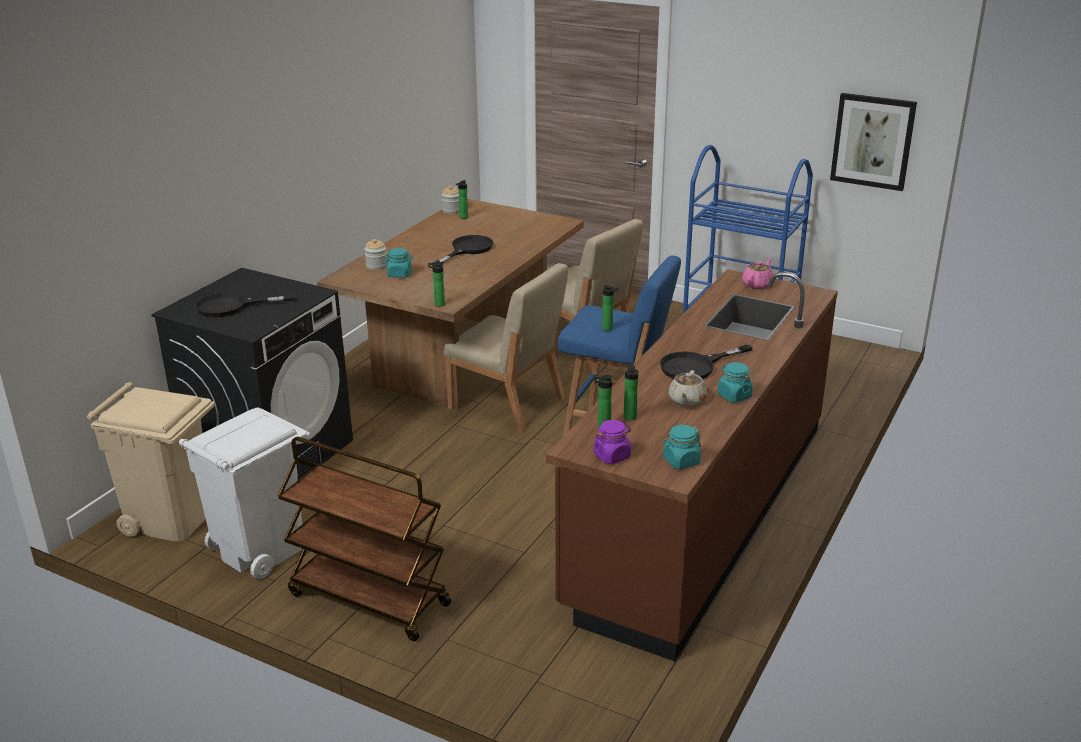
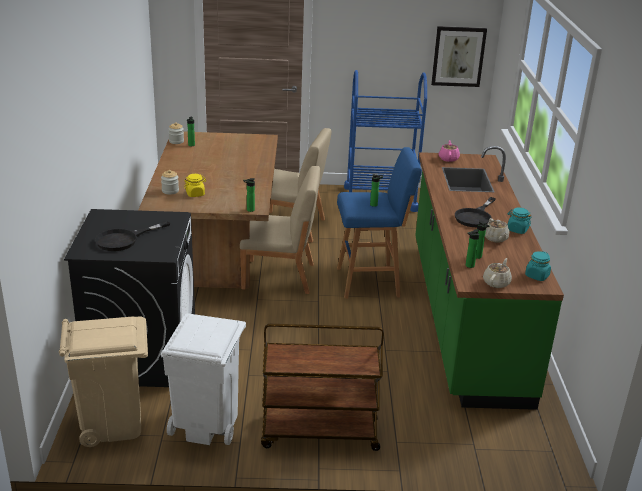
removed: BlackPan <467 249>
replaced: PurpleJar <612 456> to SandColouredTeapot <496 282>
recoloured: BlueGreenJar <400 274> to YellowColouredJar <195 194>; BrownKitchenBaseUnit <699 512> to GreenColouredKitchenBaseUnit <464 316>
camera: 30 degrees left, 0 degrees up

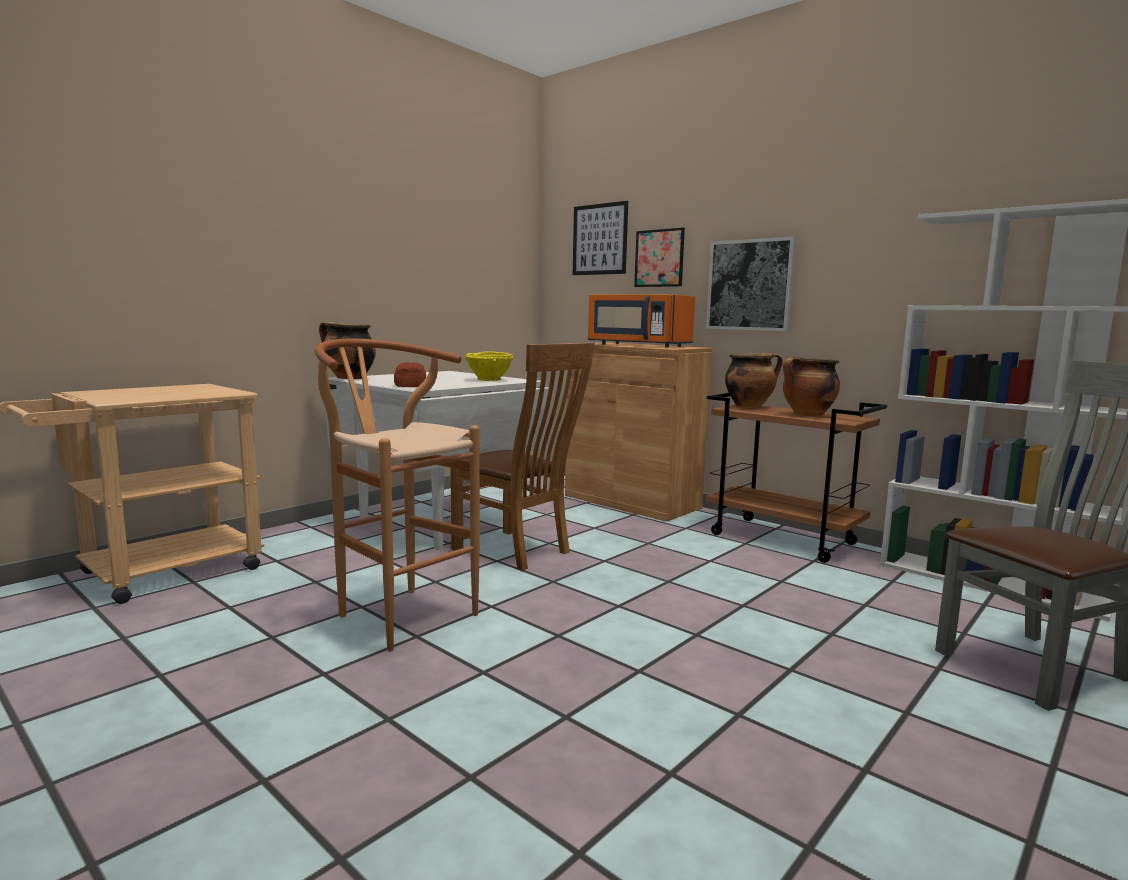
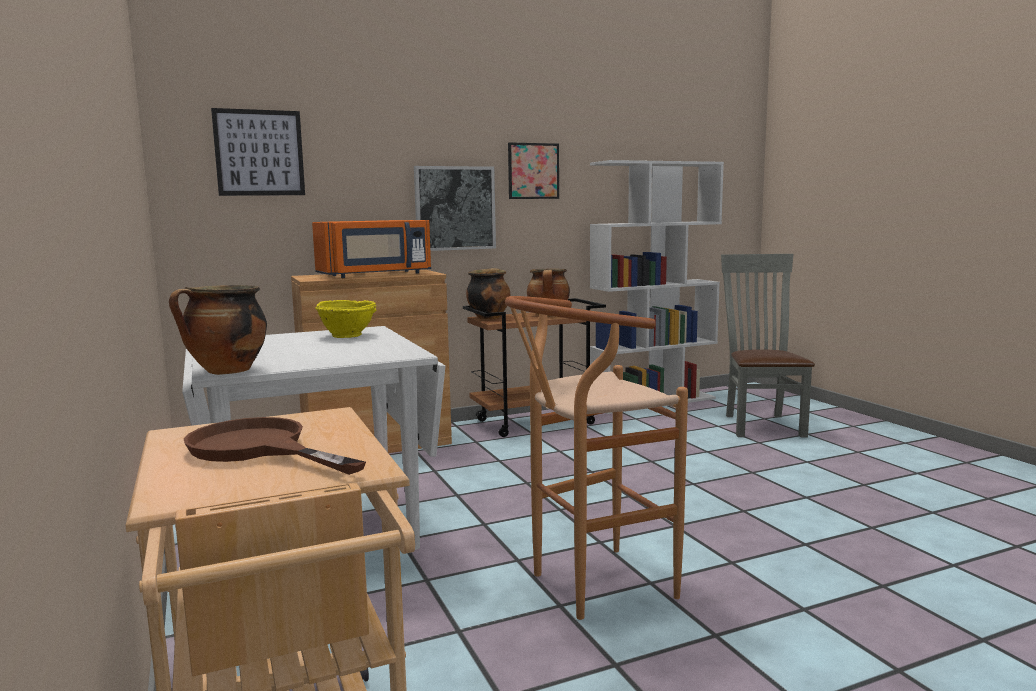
removed: Bread <410 384>; BrownChair <517 551>
added: BrownPan <259 448>
moved: Picture <659 258> to <533 171>
camera: 65 degrees left, 0 degrees up

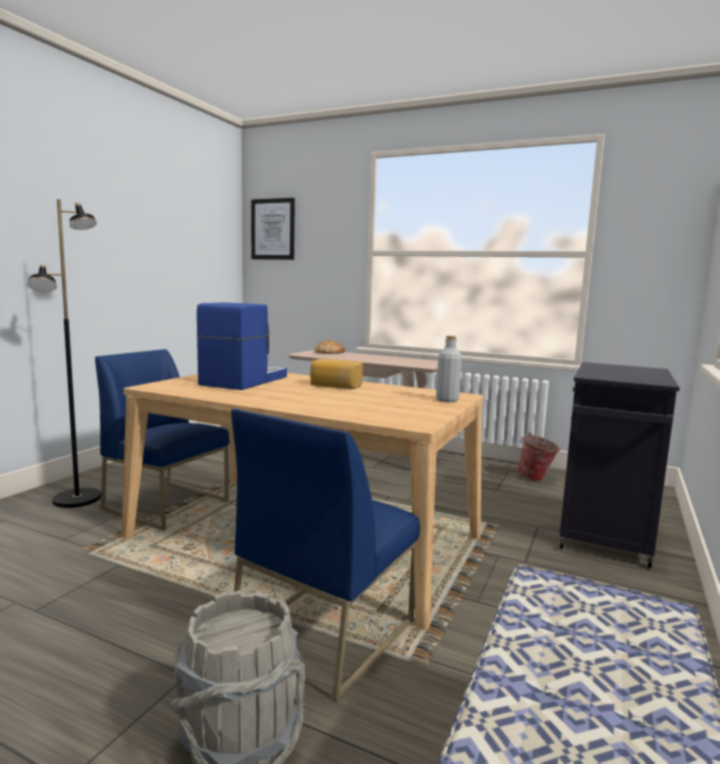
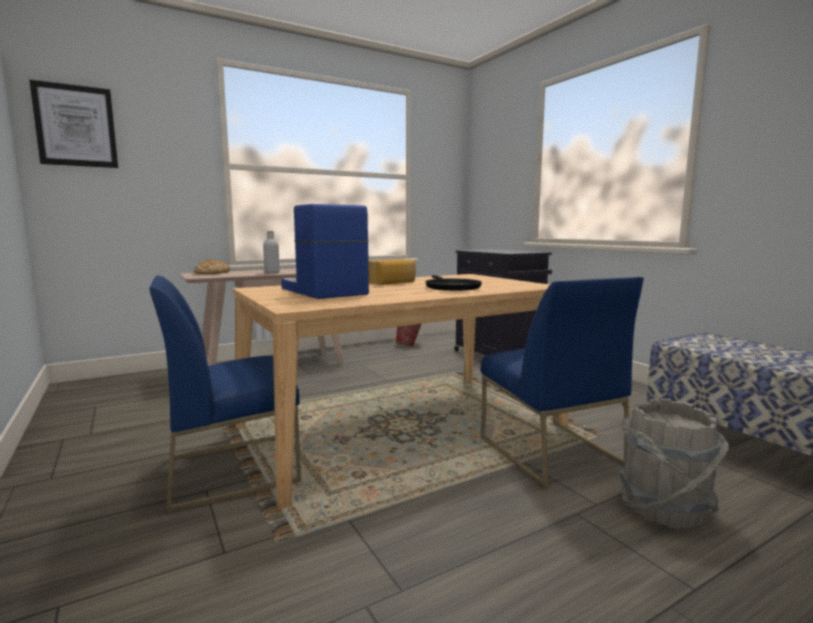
removed: BlackStandardLamp <78 499>
added: BlackPan <451 287>
moved: GreyBottle <447 400> to <272 273>
camera: 55 degrees left, 0 degrees up

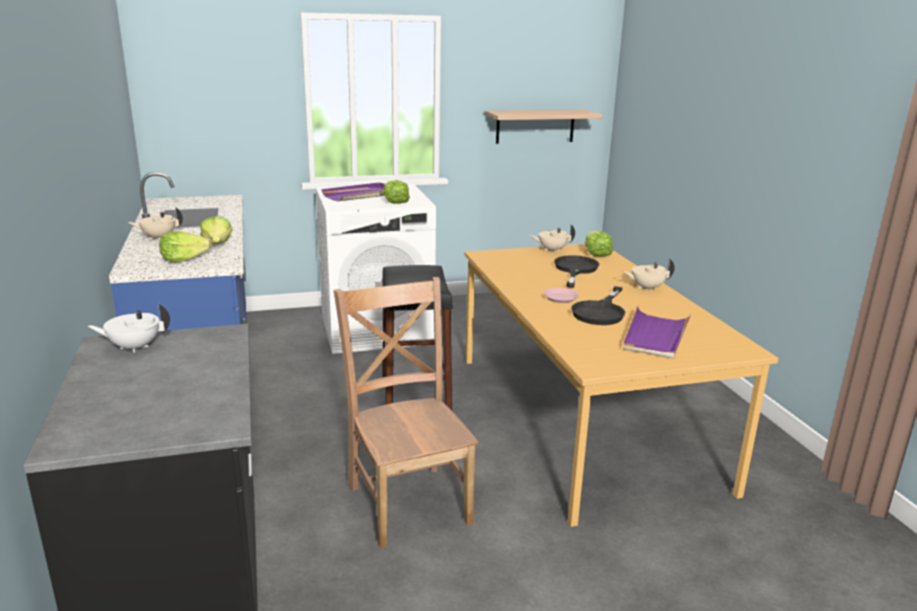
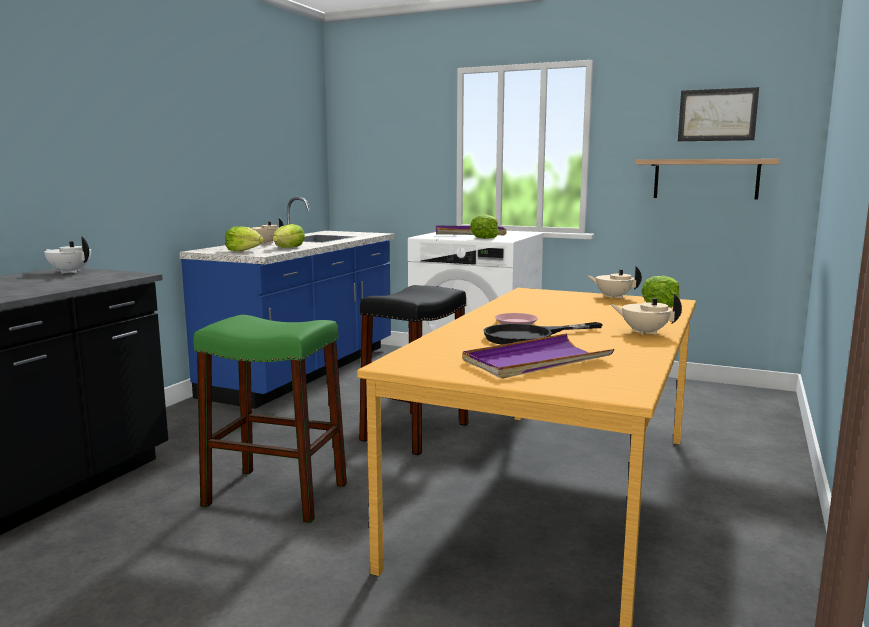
removed: BlackPan <575 270>
added: Picture <717 115>
replaced: BrownChair <408 500> to GreenColouredStoolSeat <276 495>
camera: 40 degrees right, 10 degrees down

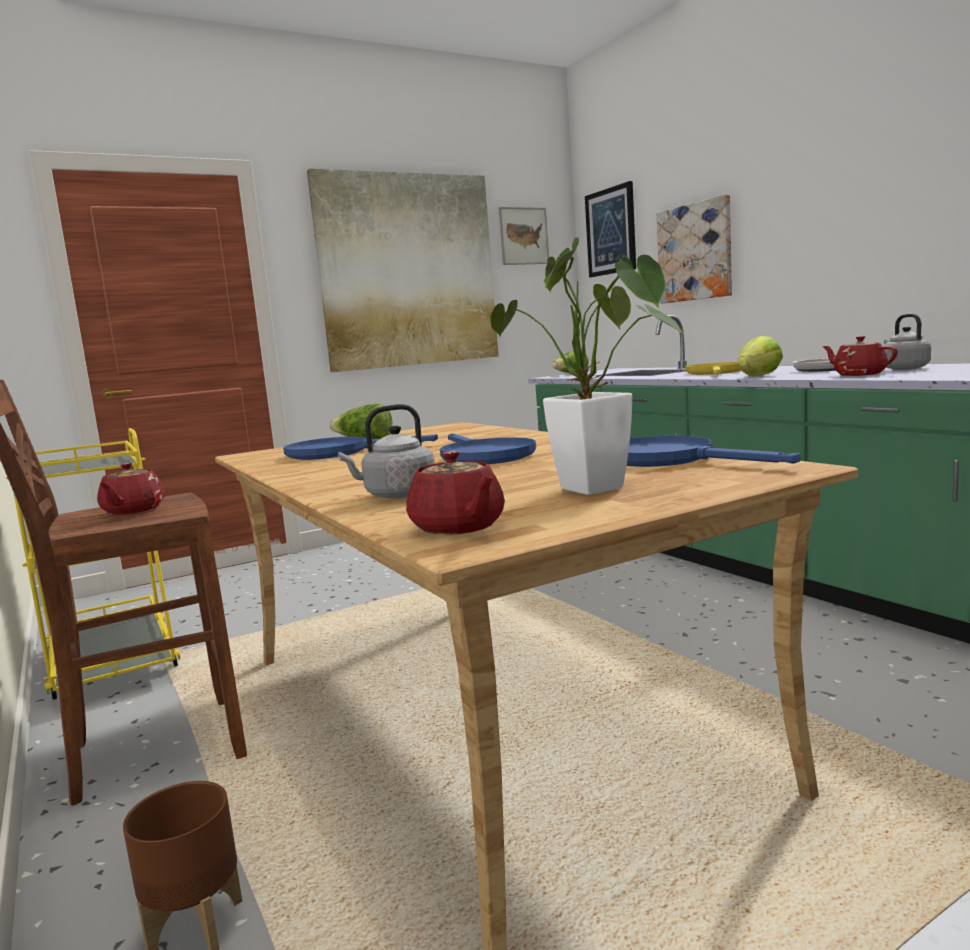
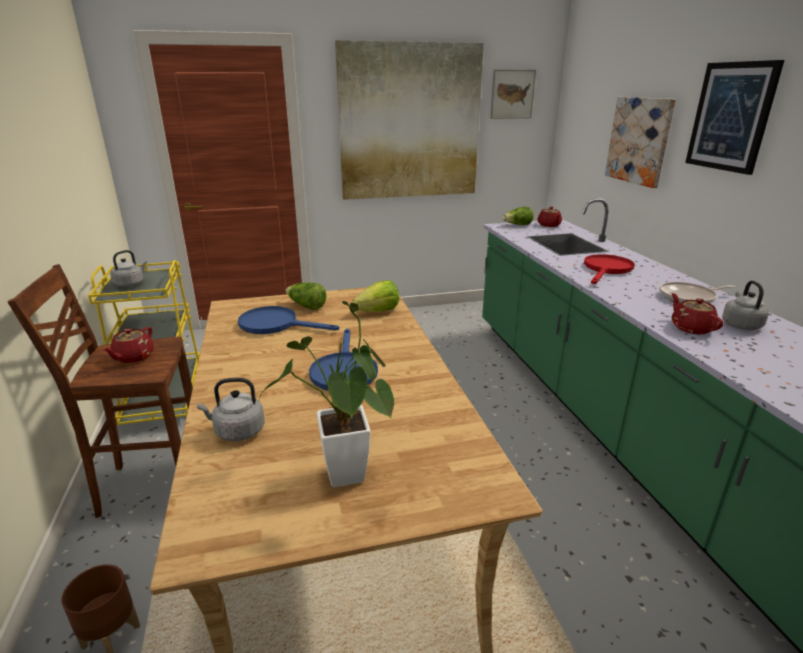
removed: BluishPan <671 459>
added: GreyTeaKettle <130 284>
moved: ReddishTeapot <458 527> to <549 225>; Picture <611 231> to <731 117>; Lettuce <758 376> to <378 311>
recoloured: YellowColouredPan <716 373> to ReddishPan <606 270>
camera: 15 degrees right, 15 degrees up

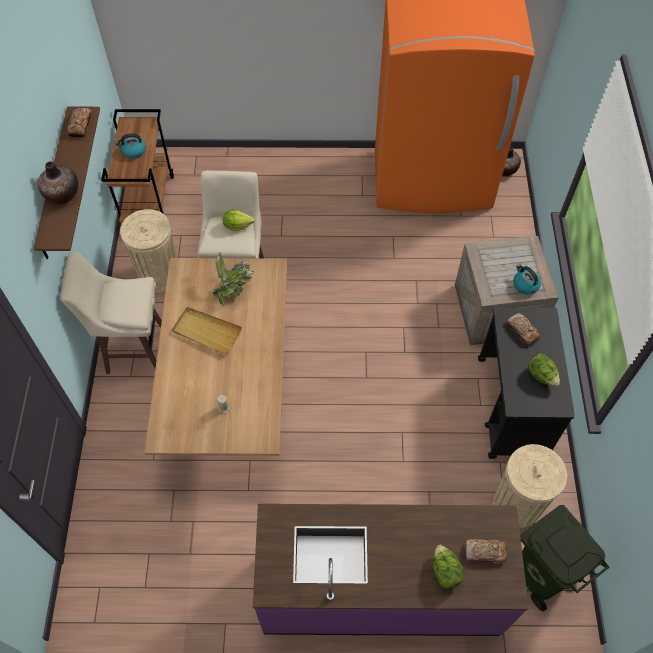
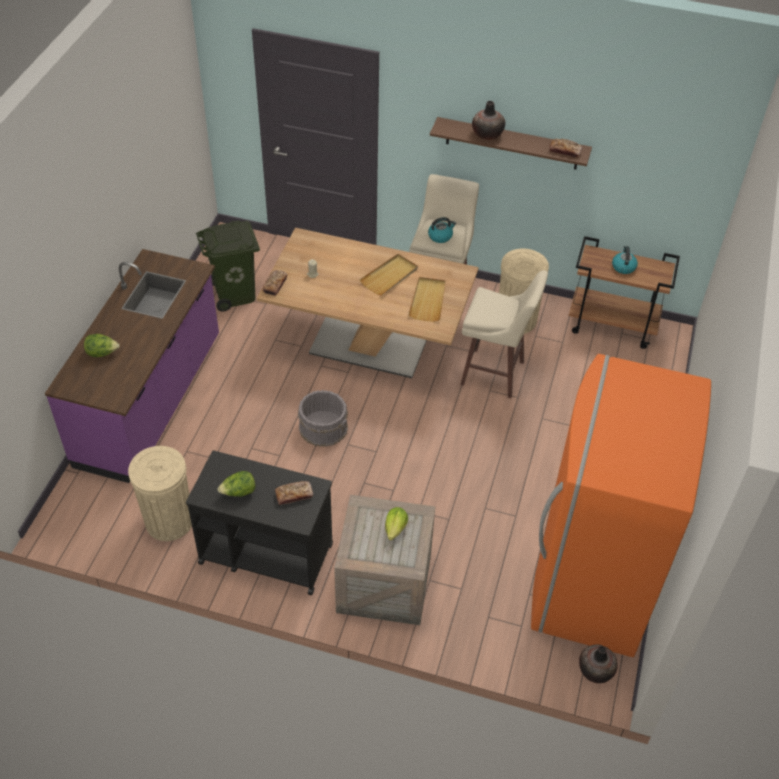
added: GreyBucket <323 427>
moved: Lettuce <237 225> to <395 528>; Bread <485 552> to <275 285>; TeaKettle <525 285> to <440 236>; GreenColouredTrashCan <542 572> to <235 294>
replaced: PottedPlant <234 289> to SandColouredCarryingTray <428 301>
camera: 105 degrees right, 10 degrees down

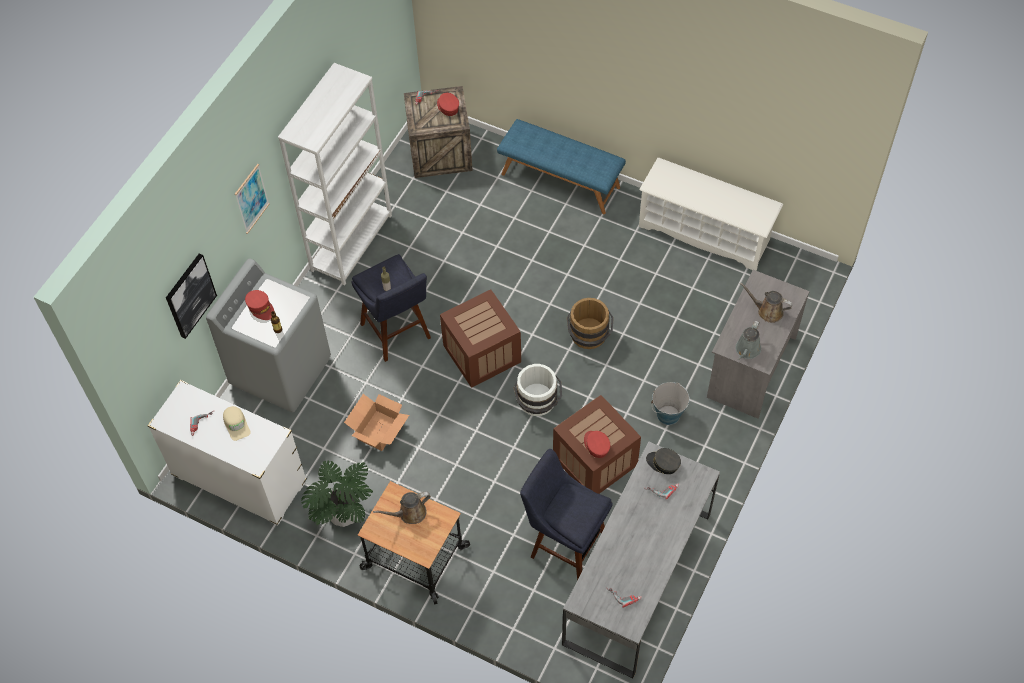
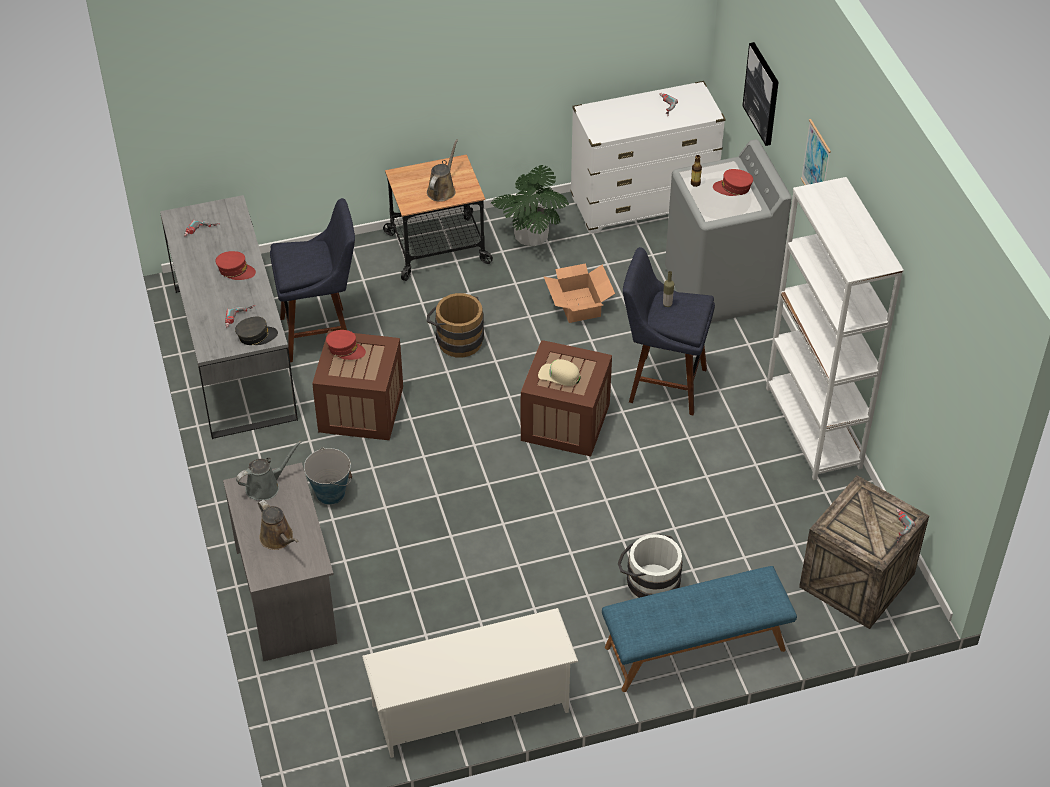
moved: SandColouredCap <236 424> to <559 375>; ReddishCap <448 107> to <235 270>; WhitishBucket <537 403> to <648 583>; BrownBucket <589 337> to <456 339>
turned: GreyWateringPot <747 350> = <266 486> 75 degrees clockwise; BrownWateringPot <767 311> = <278 539> 75 degrees clockwise
camera: 135 degrees right, 10 degrees down

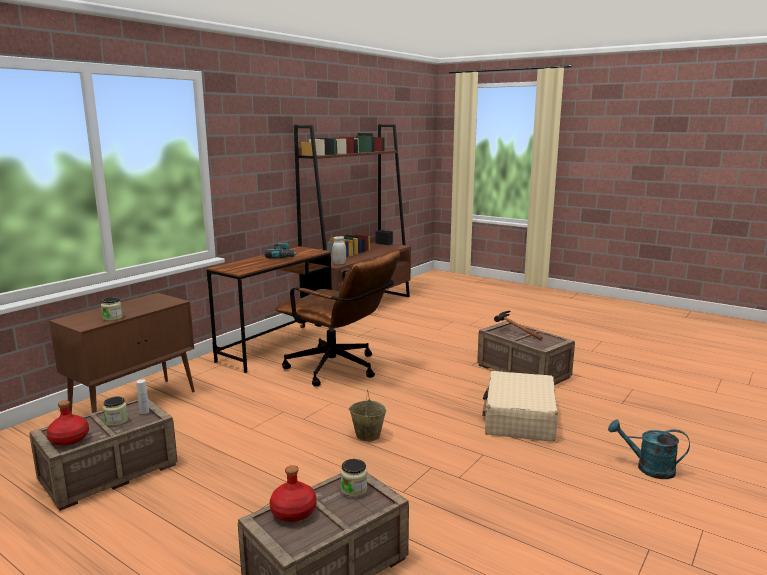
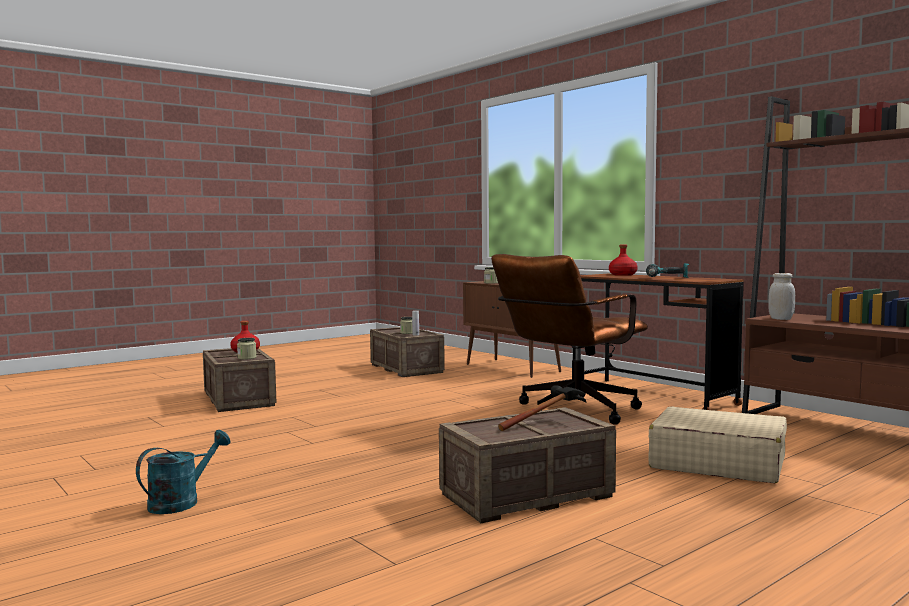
removed: SandColouredBucket <367 435>
moved: ReddishBottle <68 439> to <622 275>; SandColouredTravelCase <519 418> to <717 463>
camera: 105 degrees right, 10 degrees down

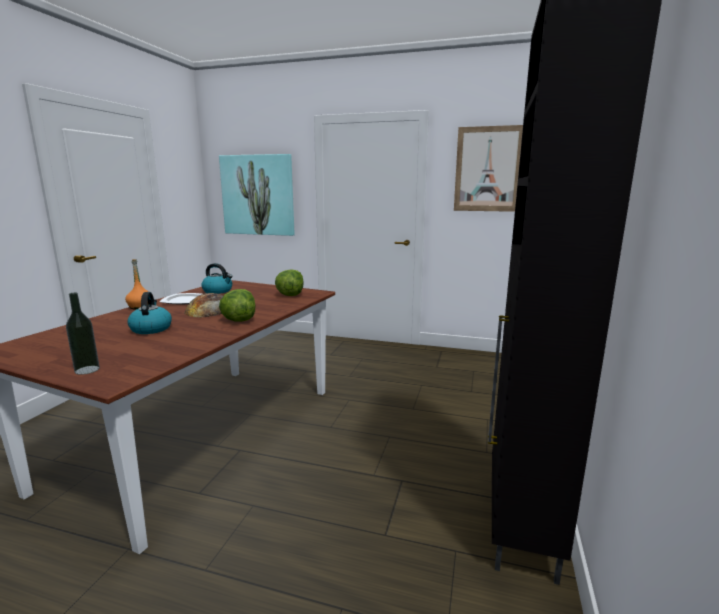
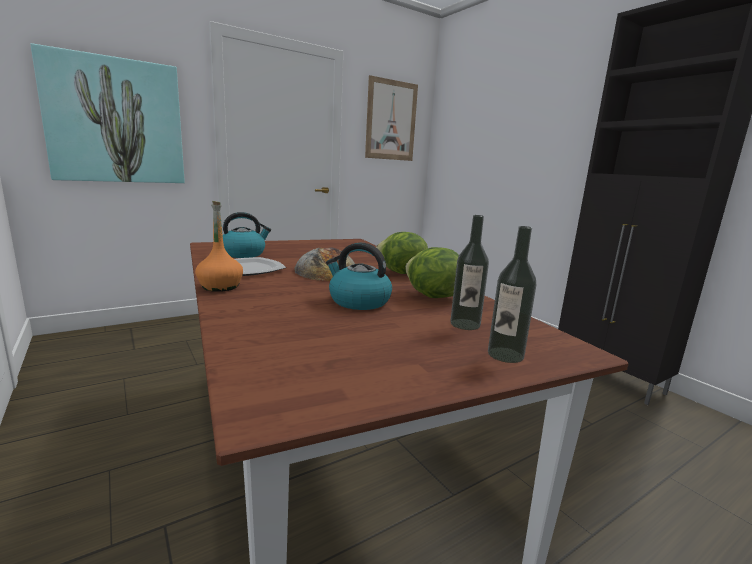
added: Bottle <465 324>
moved: Lettuce <290 295> to <432 296>
camera: 50 degrees left, 0 degrees up

